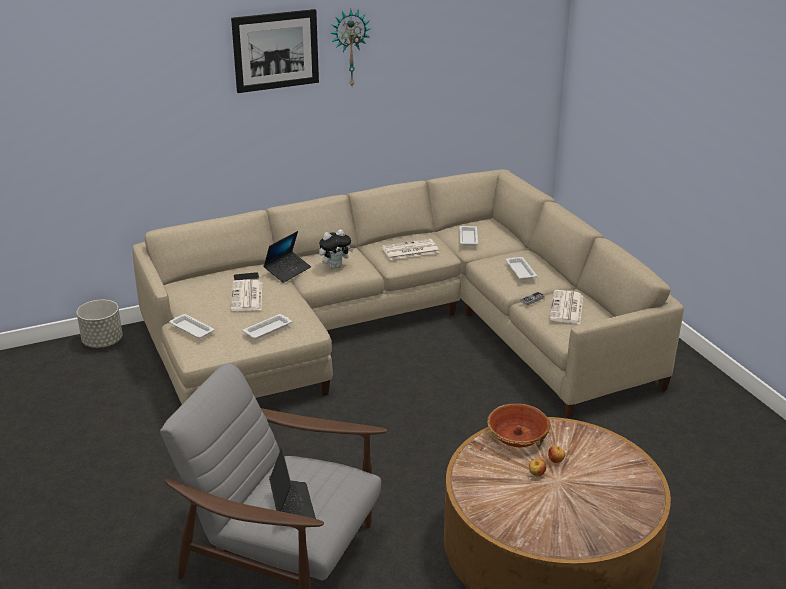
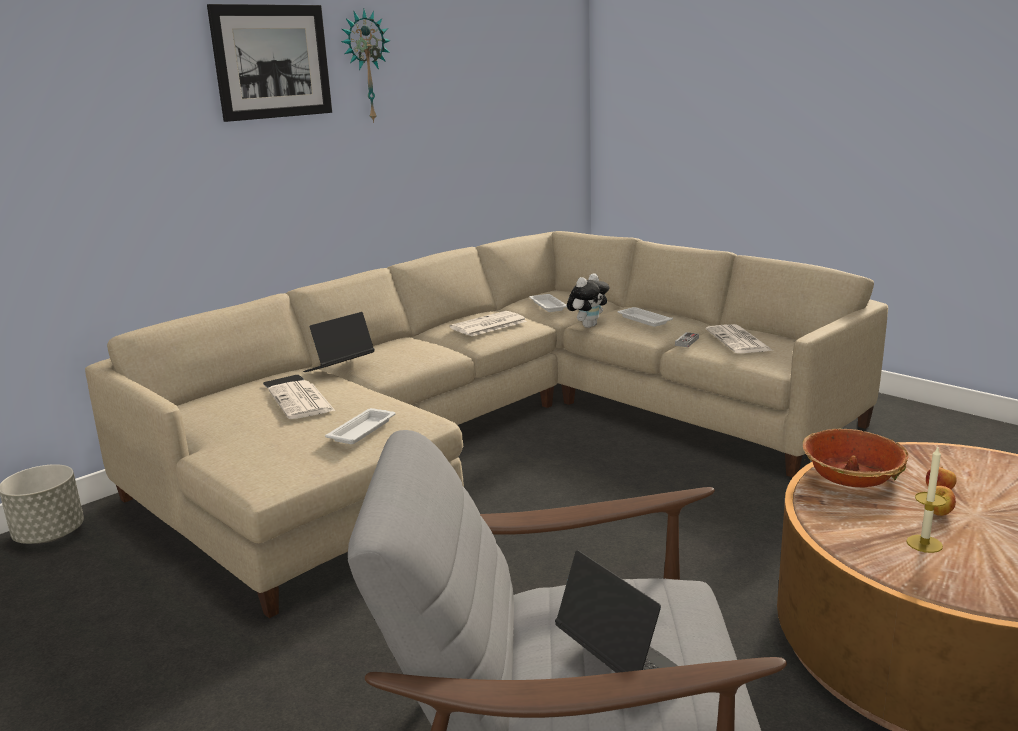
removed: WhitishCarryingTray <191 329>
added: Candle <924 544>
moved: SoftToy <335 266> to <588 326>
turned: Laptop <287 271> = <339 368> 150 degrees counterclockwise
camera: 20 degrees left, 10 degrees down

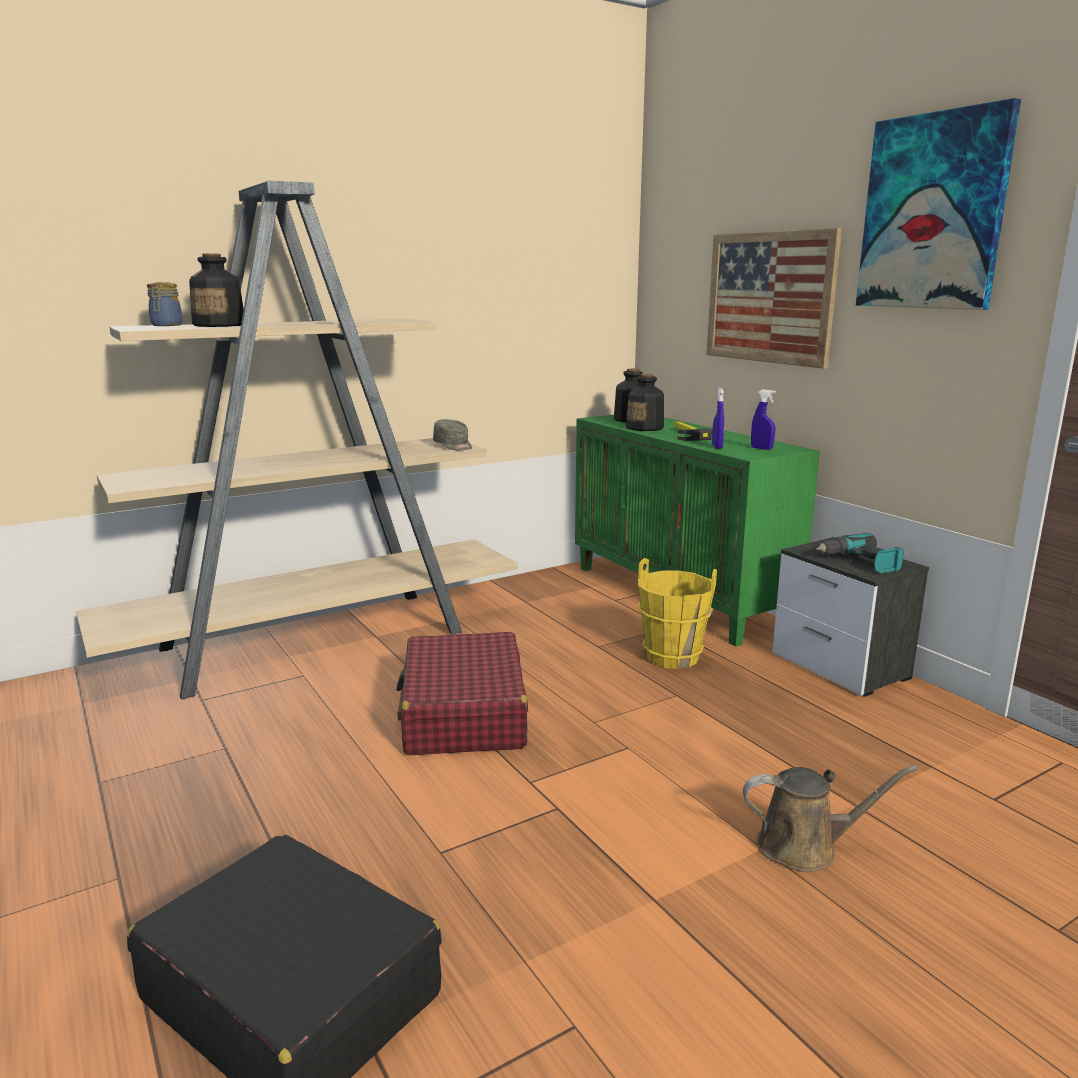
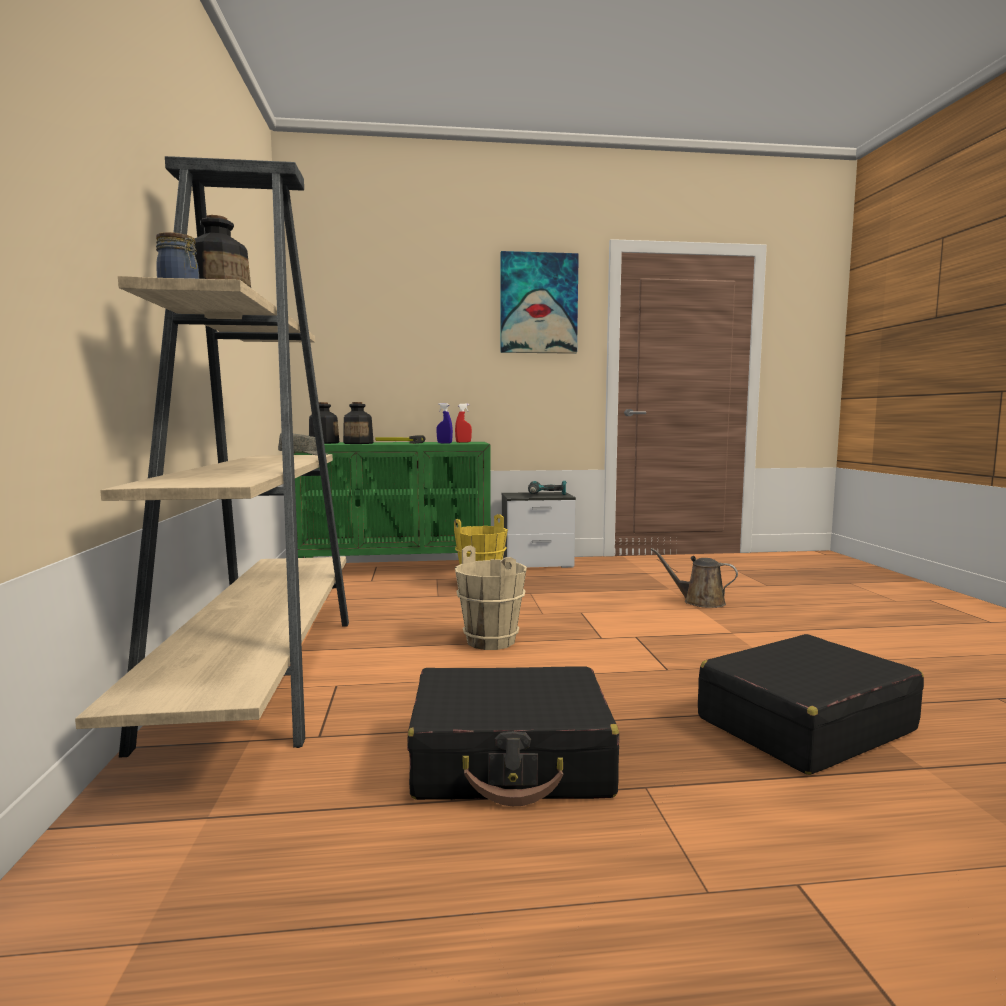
removed: Picture <769 297>
added: BlackTravelCase <511 760>
replaced: ReddishTravelCase <463 714> to SandColouredBucket <491 641>
recoloured: BluishHandSprayer <761 448> to ReddishHandSprayer <463 442>
turned: BrownWateringPot <804 847> = <699 602> 90 degrees counterclockwise
camera: 65 degrees left, 10 degrees down

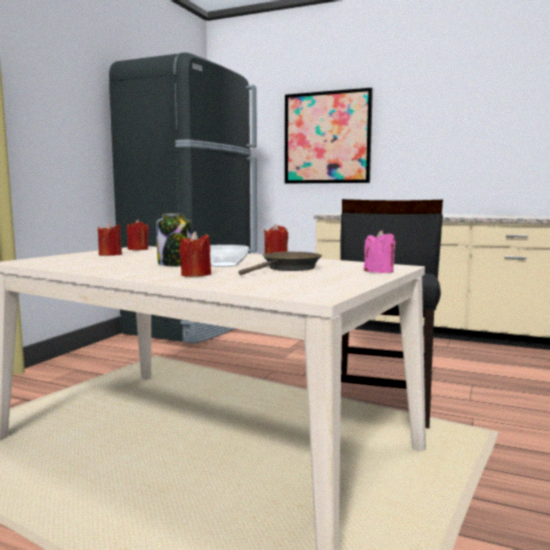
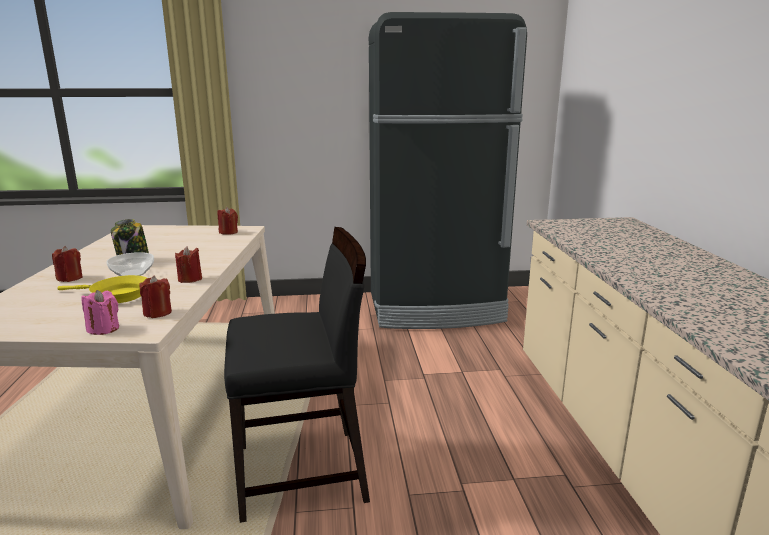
removed: Picture <327 138>
moved: ReddishCandle <110 255> to <157 313>
recoloured: BrownPan <288 268> to YellowColouredPan <116 295>
camera: 60 degrees right, 10 degrees up

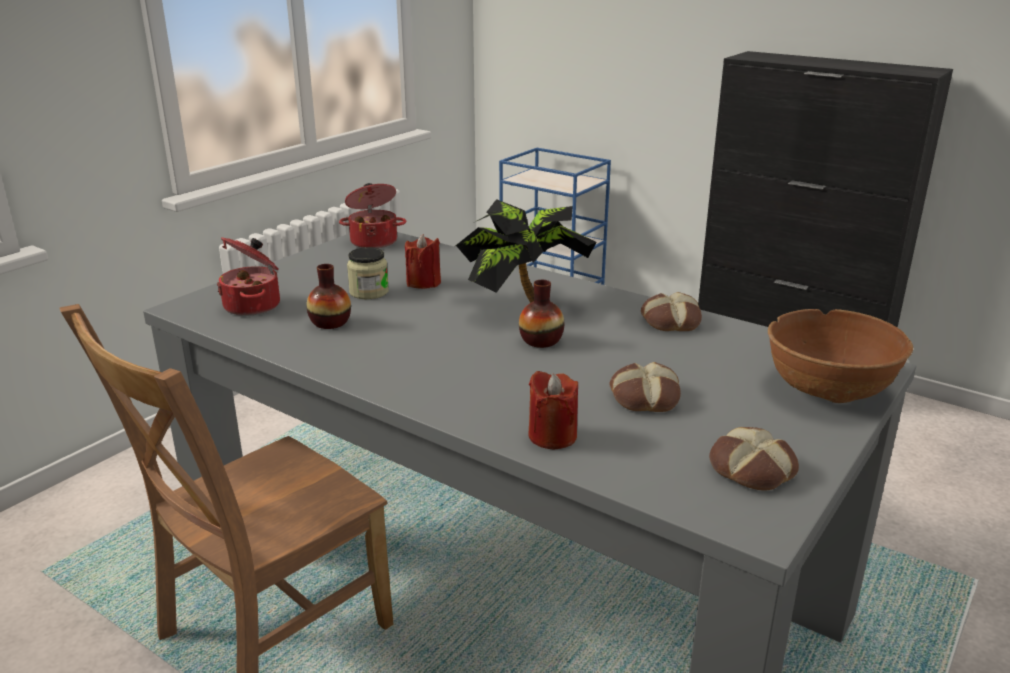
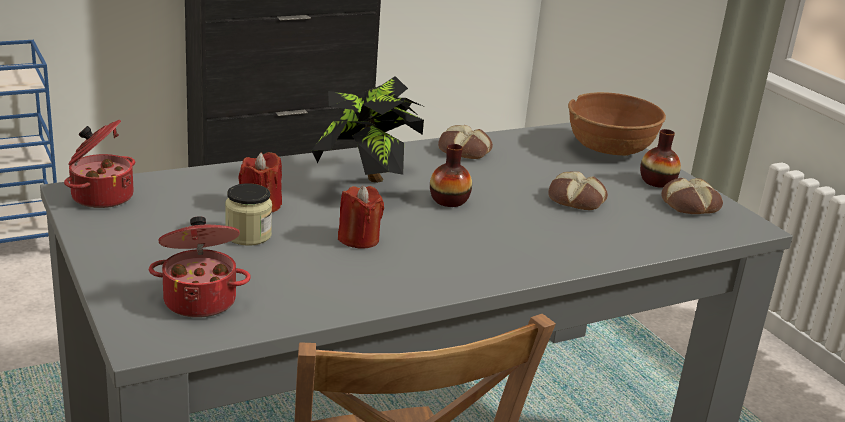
moved: FlowerVase <330 322> to <657 182>; ReddishCandle <552 436> to <359 239>
camera: 65 degrees left, 0 degrees up

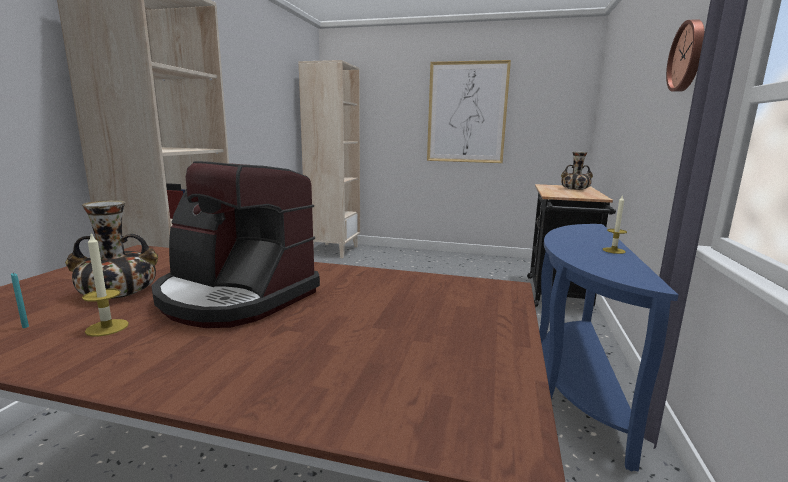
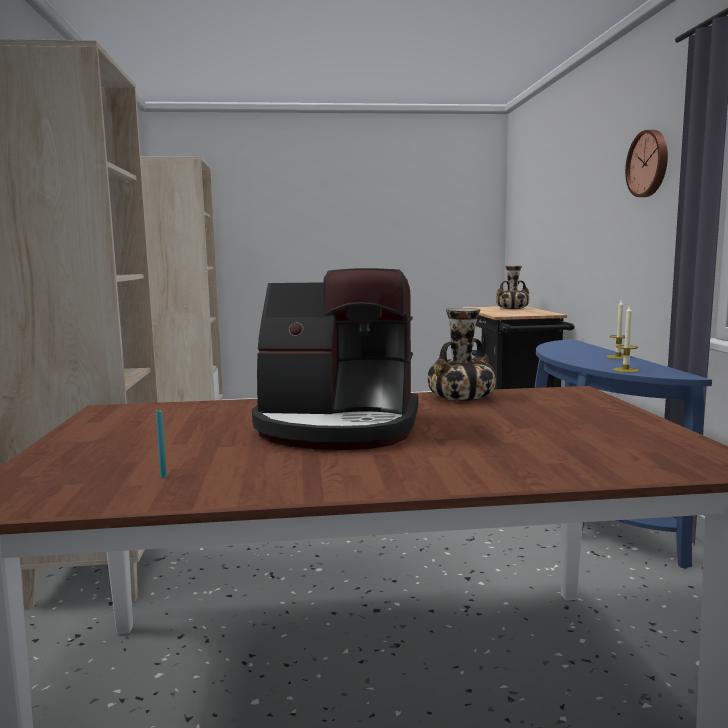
removed: Picture <467 113>
moved: FlowerVase <119 292> to <462 397>; Candle <107 327> to <625 370>
camera: 20 degrees left, 5 degrees down

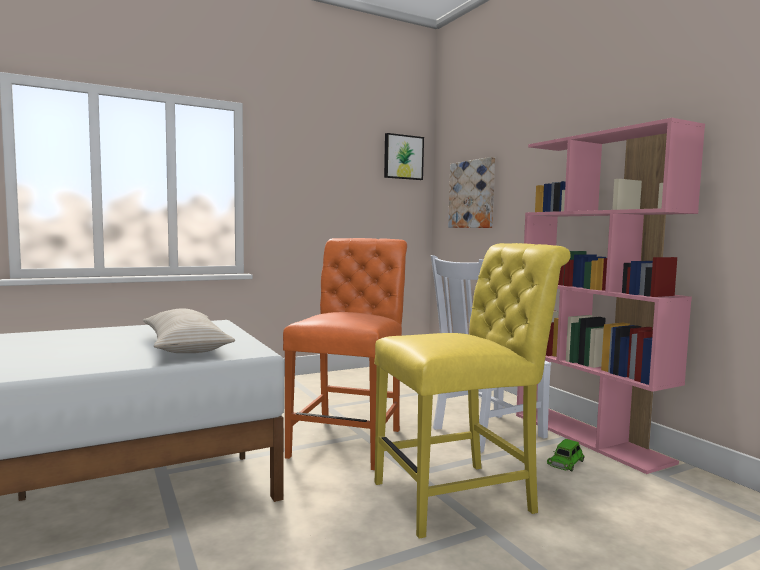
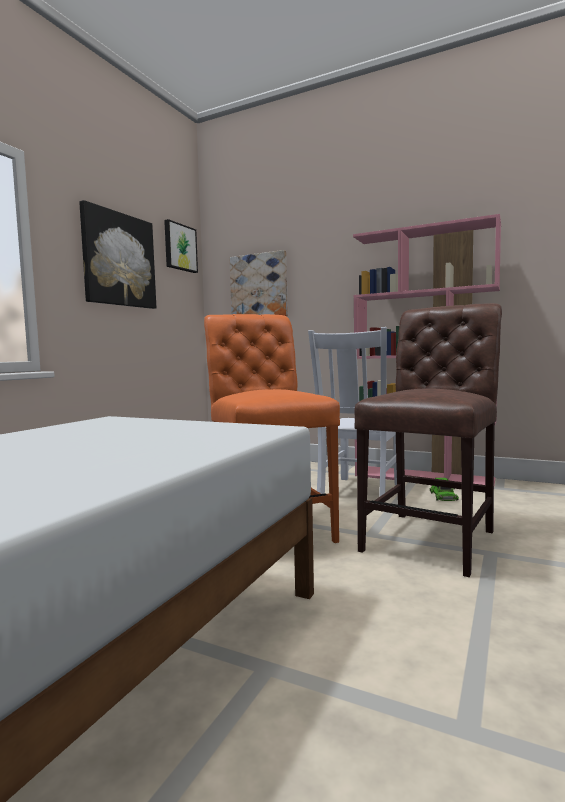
removed: SandColouredCushion <185 346>
added: Picture <118 260>
recoloured: YellowColouredChair <461 496> to BrownChair <433 538>
camera: 35 degrees left, 0 degrees up

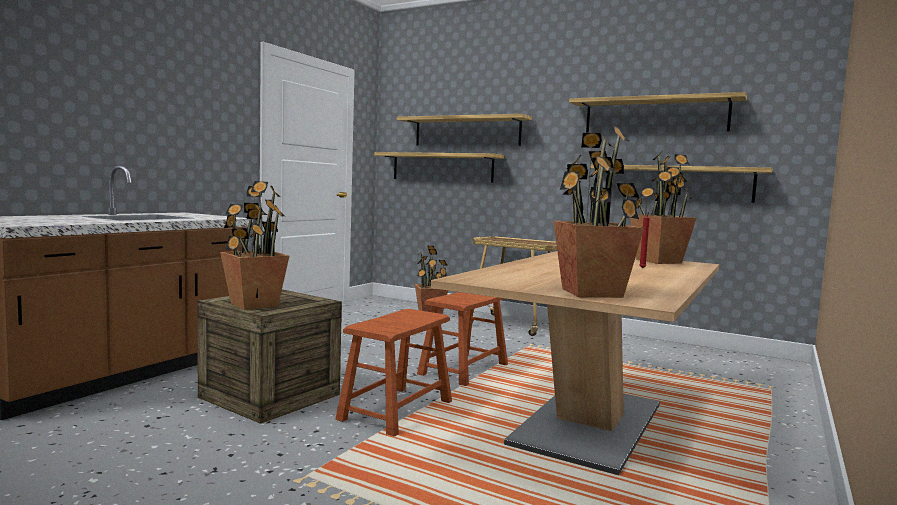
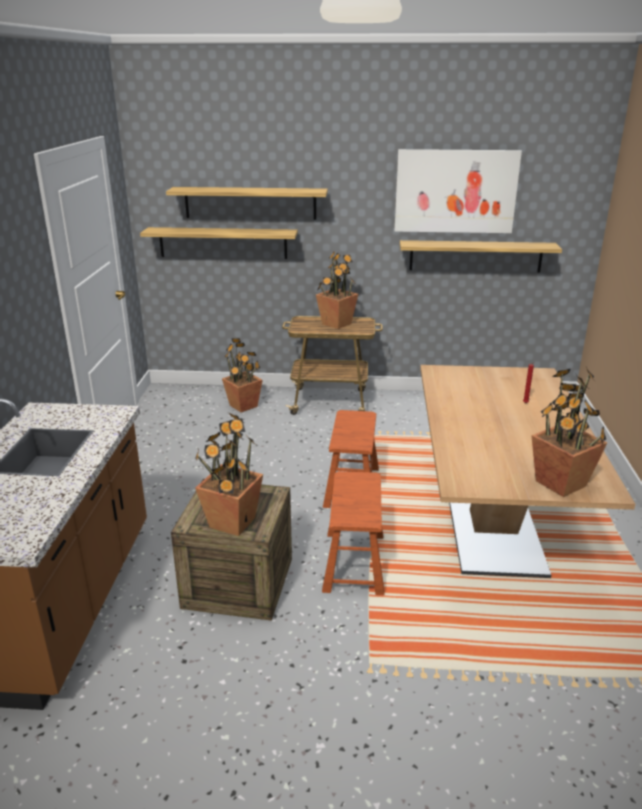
moved: PottedPlant <659 261> to <336 323>
replaced: BracketShelf <655 115> to Picture <455 191>
camera: 25 degrees left, 20 degrees up

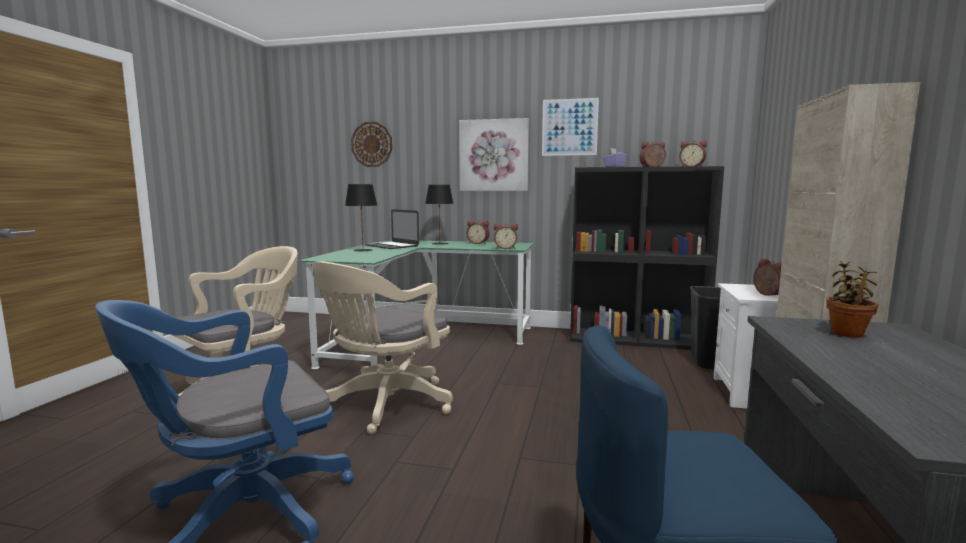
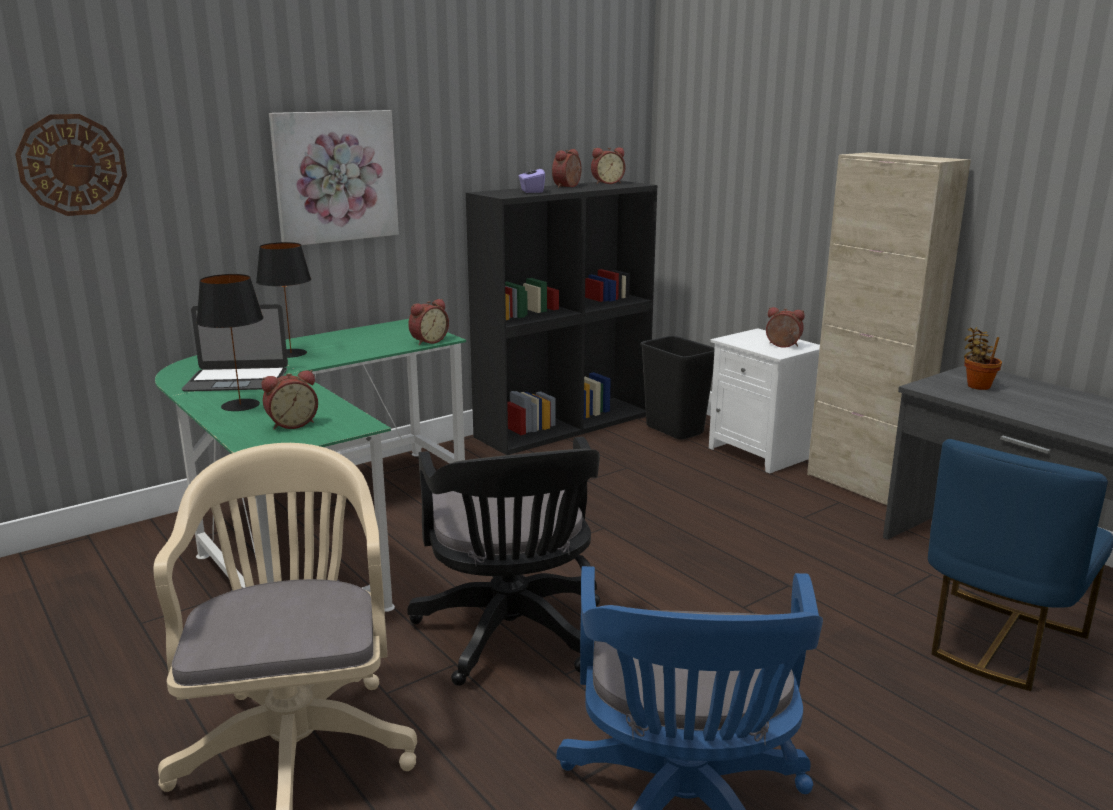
removed: Picture <569 127>
moved: TableClock <478 243> to <292 424>
recoloured: SandColouredComputerChair <384 405> to BlackComputerChair <512 637>
camera: 50 degrees left, 10 degrees up

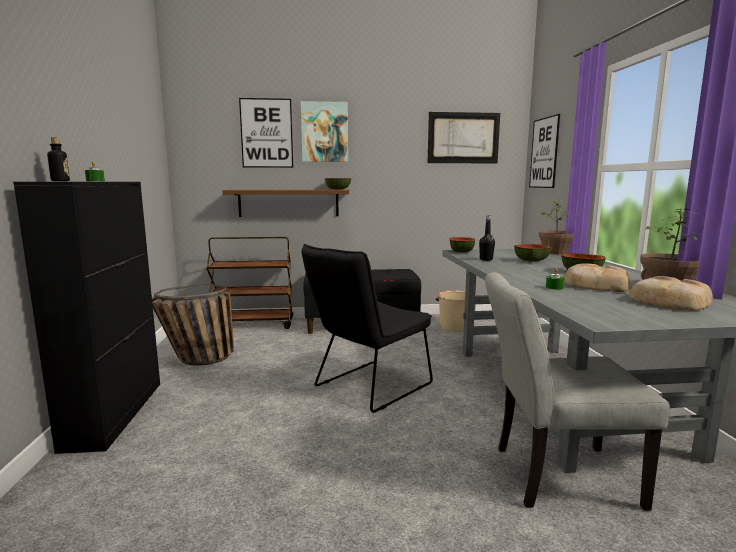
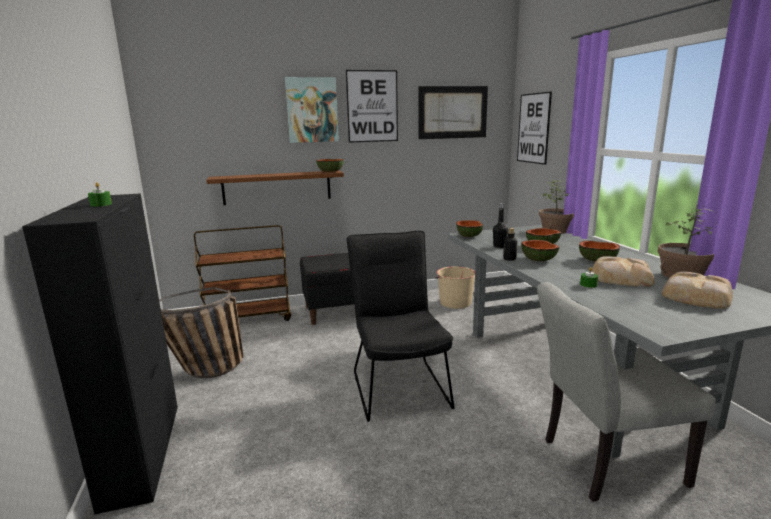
added: DeepDish <539 259>
moved: Bottle <60 181> to <509 259>; Picture <266 133> to <372 106>
turned: BlackChair <367 387> = <398 385> 135 degrees clockwise
camera: 10 degrees left, 5 degrees up

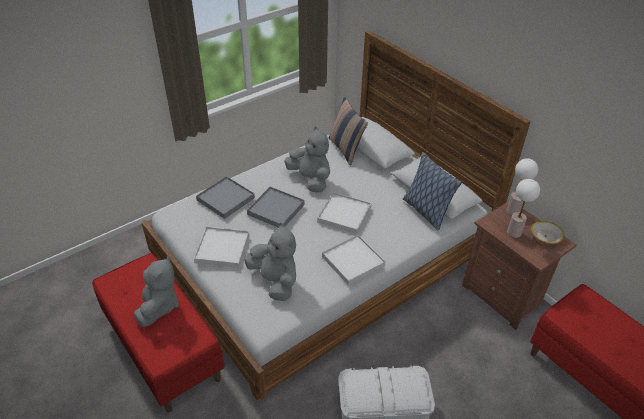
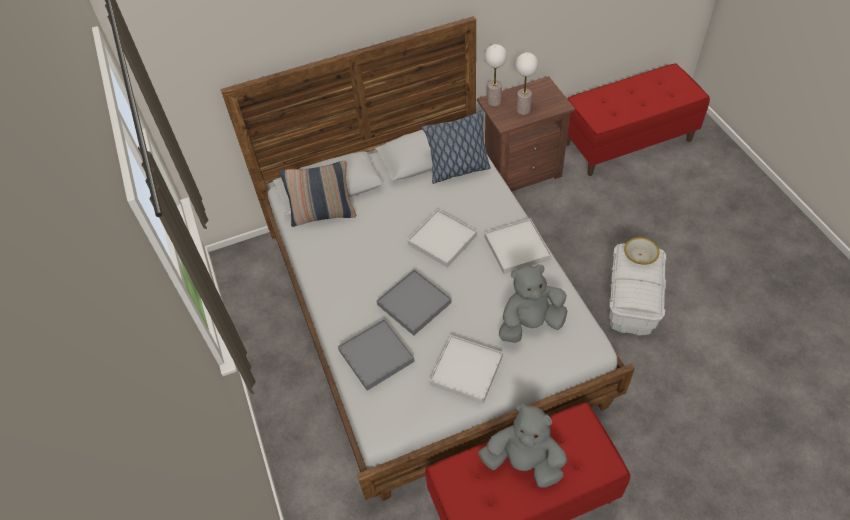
removed: GreySoftToy <310 179>
moved: DeepDish <545 236> to <640 254>
camera: 70 degrees left, 10 degrees up

